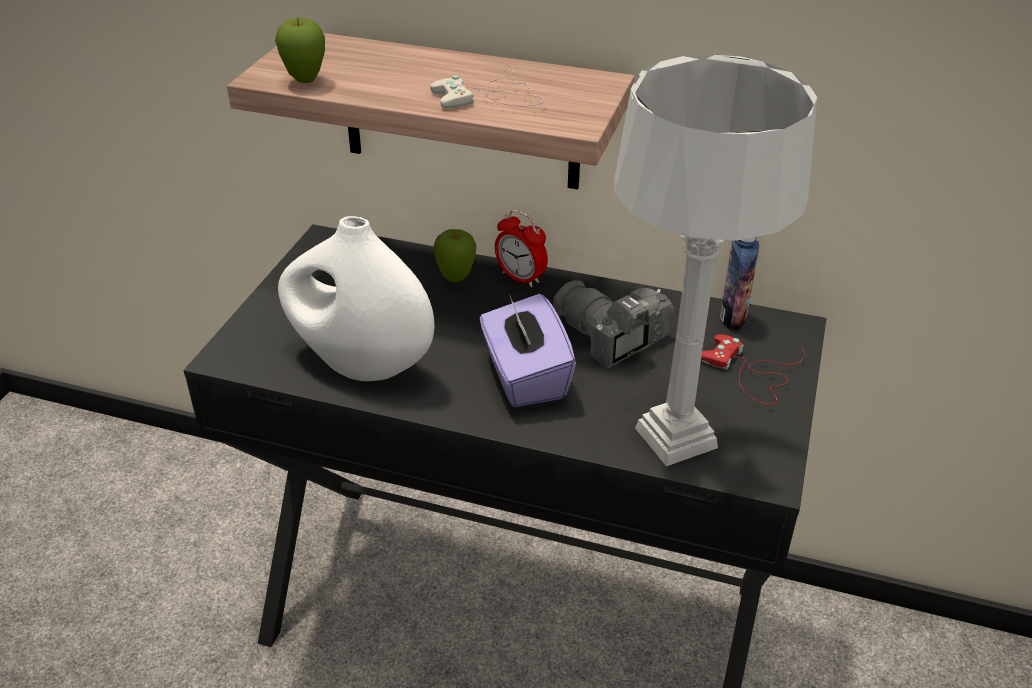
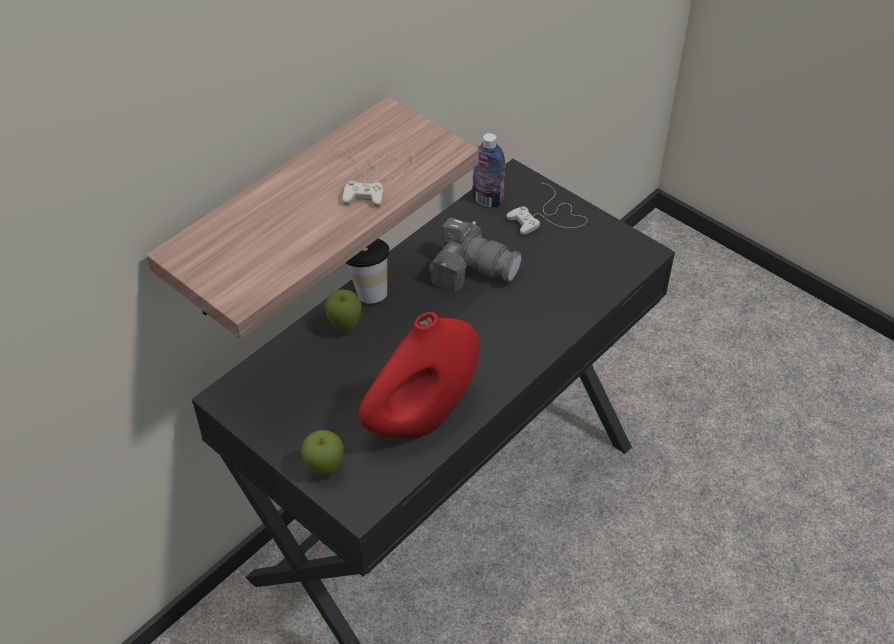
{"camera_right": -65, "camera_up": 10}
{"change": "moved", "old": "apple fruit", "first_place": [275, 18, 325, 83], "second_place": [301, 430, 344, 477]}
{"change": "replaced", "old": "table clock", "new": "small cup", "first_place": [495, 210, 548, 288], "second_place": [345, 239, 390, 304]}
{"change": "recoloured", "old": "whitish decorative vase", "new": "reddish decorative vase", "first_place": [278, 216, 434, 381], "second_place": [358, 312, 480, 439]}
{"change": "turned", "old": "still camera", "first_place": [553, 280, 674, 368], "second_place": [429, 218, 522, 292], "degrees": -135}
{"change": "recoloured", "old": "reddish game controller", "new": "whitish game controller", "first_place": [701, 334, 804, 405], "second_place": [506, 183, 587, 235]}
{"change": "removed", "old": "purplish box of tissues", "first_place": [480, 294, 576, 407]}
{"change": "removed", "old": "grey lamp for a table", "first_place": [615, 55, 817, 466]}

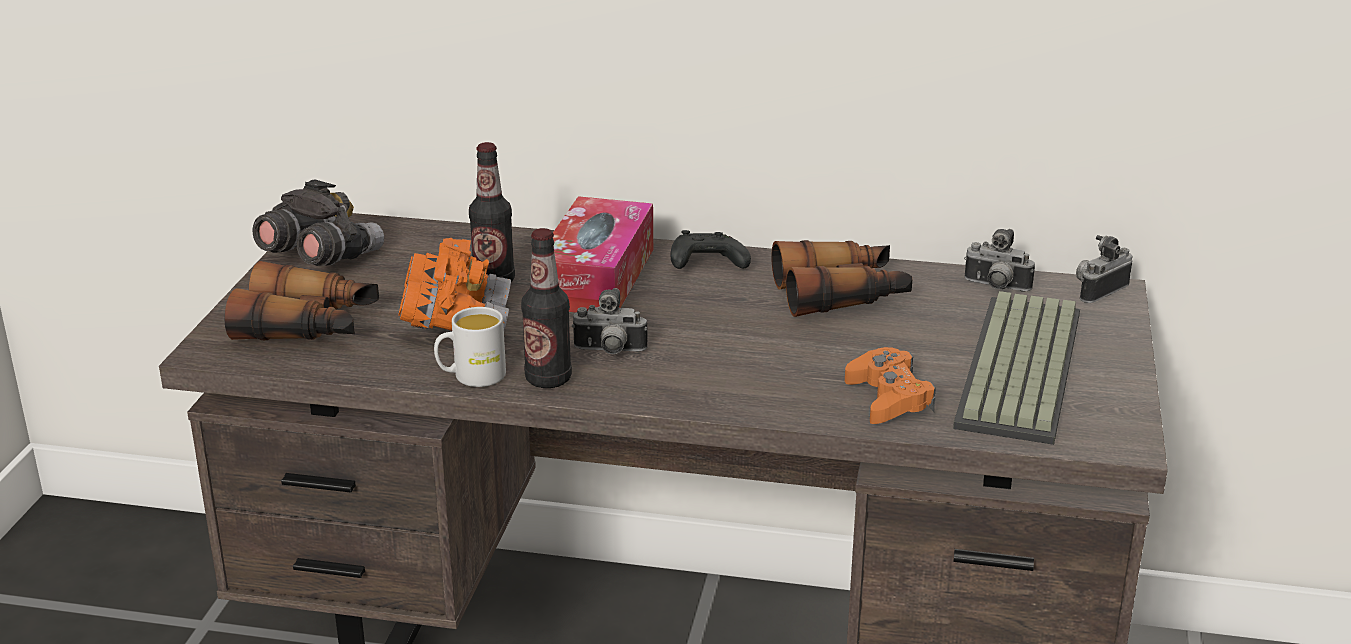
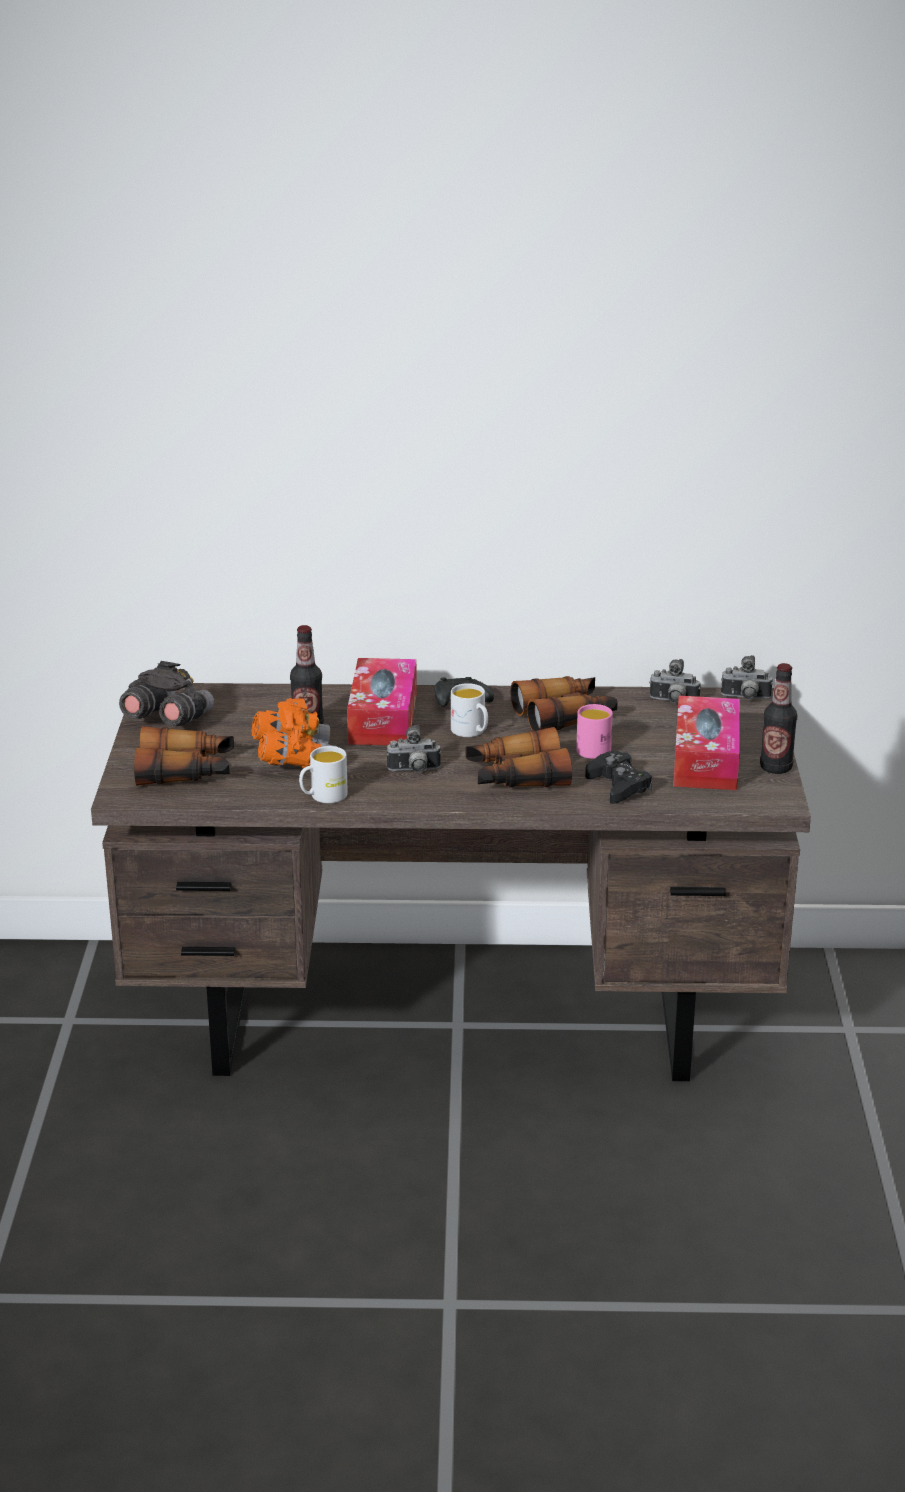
{"camera_right": -10, "camera_up": 0}
{"change": "added", "new": "whitish tea mug", "second_place": [451, 683, 488, 737]}
{"change": "added", "new": "pair of binoculars", "second_place": [465, 727, 572, 787]}
{"change": "added", "new": "pink tea mug", "second_place": [576, 704, 613, 759]}
{"change": "recoloured", "old": "orange-coloured game controller", "new": "blackish game controller", "first_place": [845, 347, 936, 424], "second_place": [585, 751, 652, 804]}
{"change": "replaced", "old": "computer keyboard", "new": "box of tissues", "first_place": [953, 291, 1080, 445], "second_place": [673, 696, 740, 790]}
{"change": "turned", "old": "still camera", "first_place": [1076, 235, 1133, 303], "second_place": [721, 655, 772, 700], "degrees": -120}
{"change": "moved", "old": "drink bottle", "first_place": [521, 228, 572, 388], "second_place": [760, 663, 797, 774]}

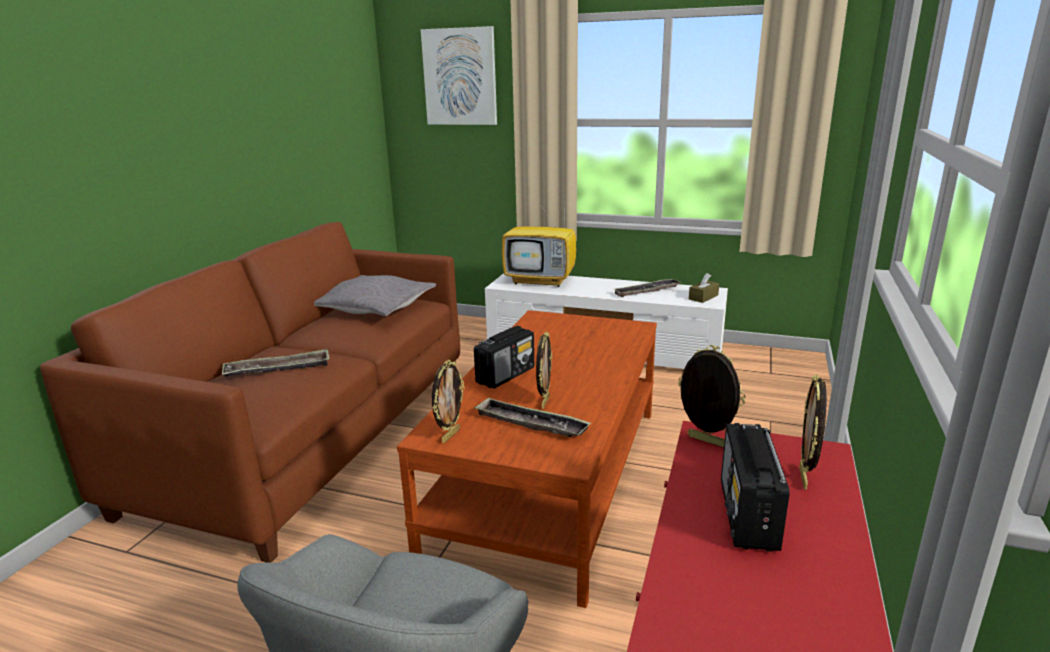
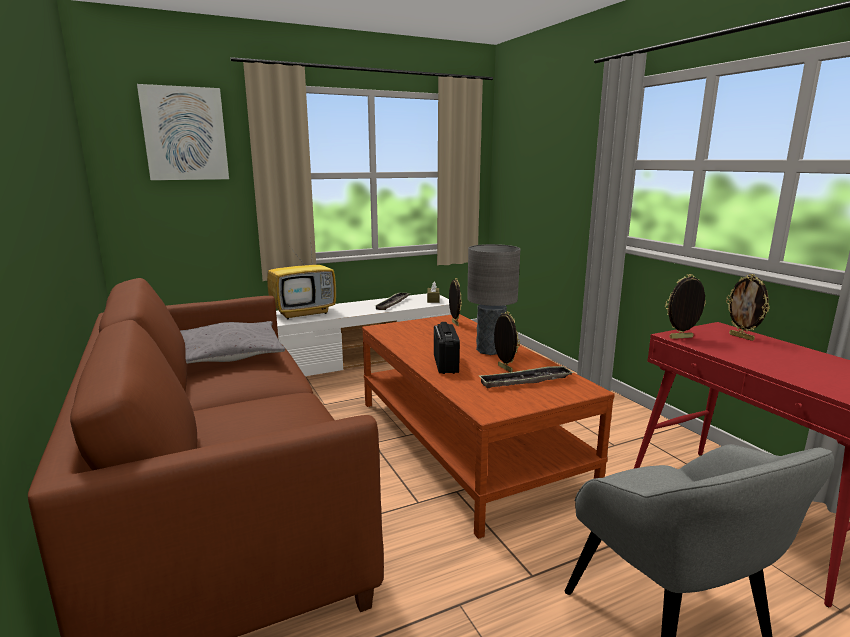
{"camera_right": -45, "camera_up": -5}
{"change": "moved", "old": "photo frame", "first_place": [432, 360, 465, 443], "second_place": [449, 278, 462, 326]}
{"change": "added", "new": "grey lamp for a table", "second_place": [467, 244, 520, 355]}
{"change": "removed", "old": "carrying tray", "first_place": [222, 349, 330, 377]}
{"change": "removed", "old": "radio", "first_place": [721, 423, 790, 552]}

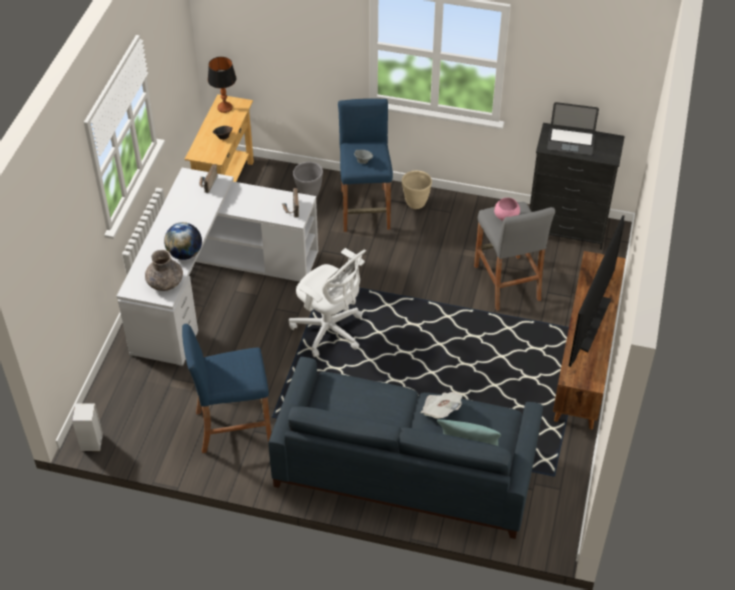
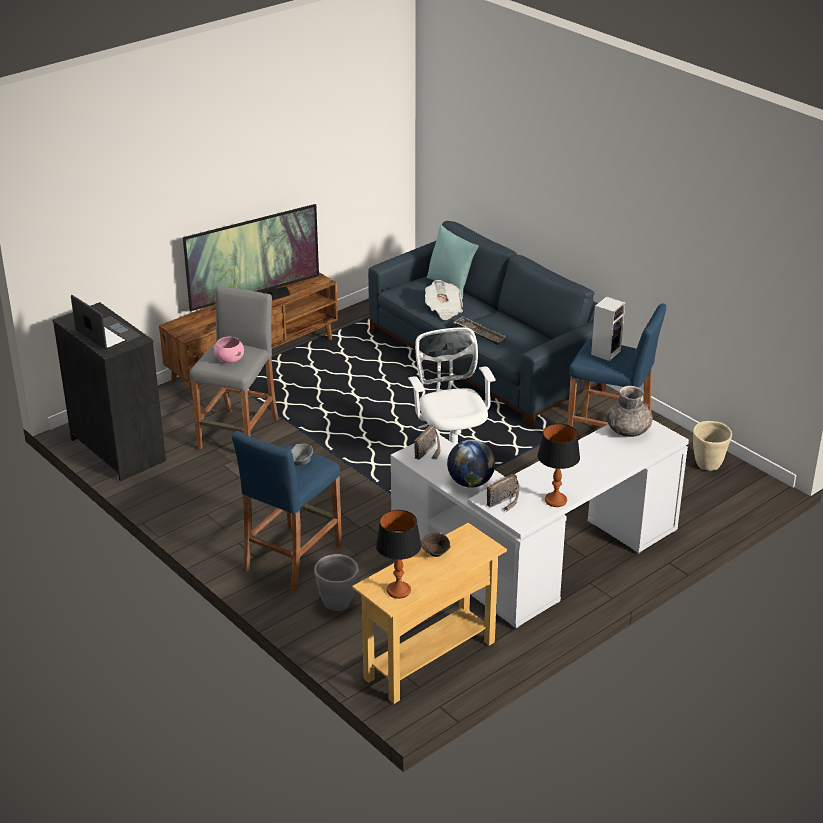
{"camera_right": -145, "camera_up": -15}
{"change": "moved", "old": "globe", "first_place": [164, 222, 202, 260], "second_place": [447, 439, 495, 488]}
{"change": "added", "new": "carrying tray", "second_place": [454, 317, 507, 345]}
{"change": "added", "new": "lamp for a table", "second_place": [537, 424, 580, 507]}
{"change": "moved", "old": "audio speaker", "first_place": [72, 403, 103, 451], "second_place": [591, 296, 625, 361]}
{"change": "moved", "old": "beige flower pot", "first_place": [401, 171, 432, 209], "second_place": [693, 421, 732, 471]}

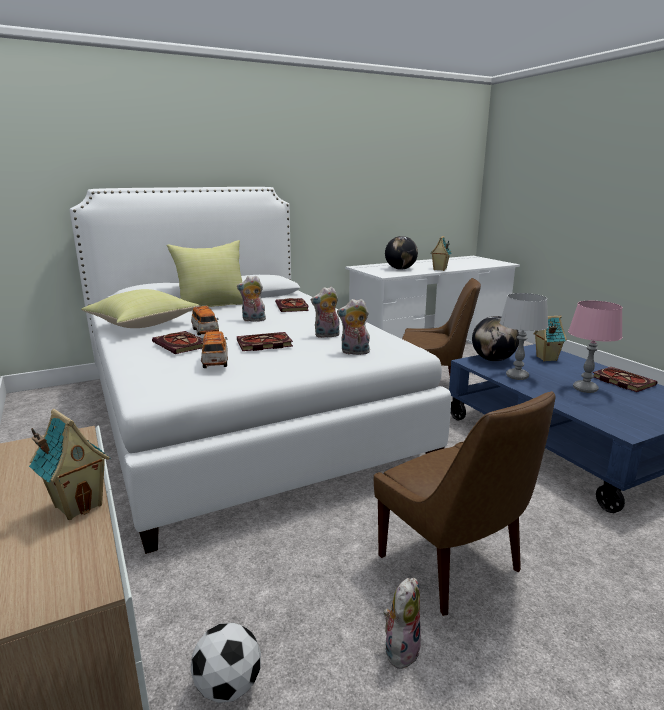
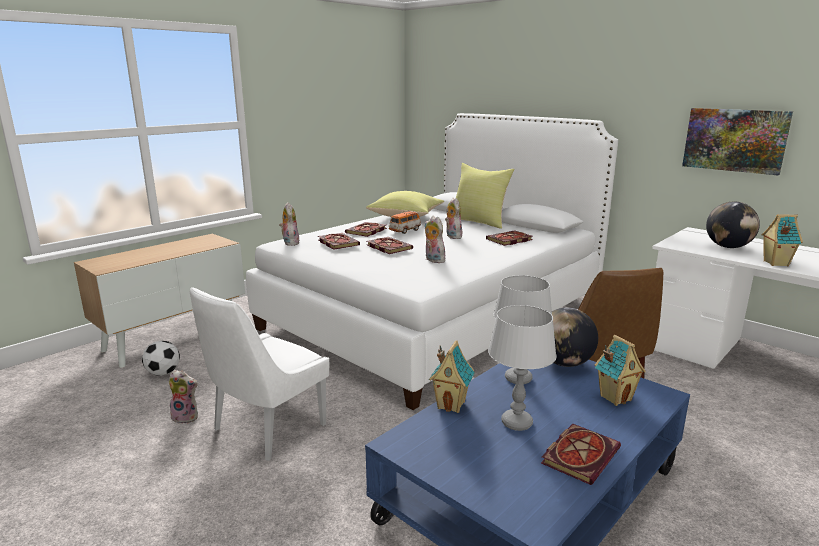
{"camera_right": 70, "camera_up": 0}
{"change": "recoloured", "old": "brown upright chair", "new": "whitish upright chair", "first_place": [374, 391, 556, 616], "second_place": [190, 287, 329, 461]}
{"change": "moved", "old": "cuddly toy", "first_place": [337, 299, 370, 355], "second_place": [279, 202, 299, 246]}
{"change": "replaced", "old": "toy car", "new": "volume", "first_place": [201, 331, 228, 368], "second_place": [318, 233, 360, 250]}
{"change": "moved", "old": "miniature house", "first_place": [29, 409, 110, 520], "second_place": [429, 340, 475, 413]}
{"change": "recoloured", "old": "pink lamp for a table", "new": "grey lamp for a table", "first_place": [568, 301, 622, 393], "second_place": [488, 305, 557, 431]}
{"change": "added", "new": "wall art", "second_place": [682, 108, 793, 175]}

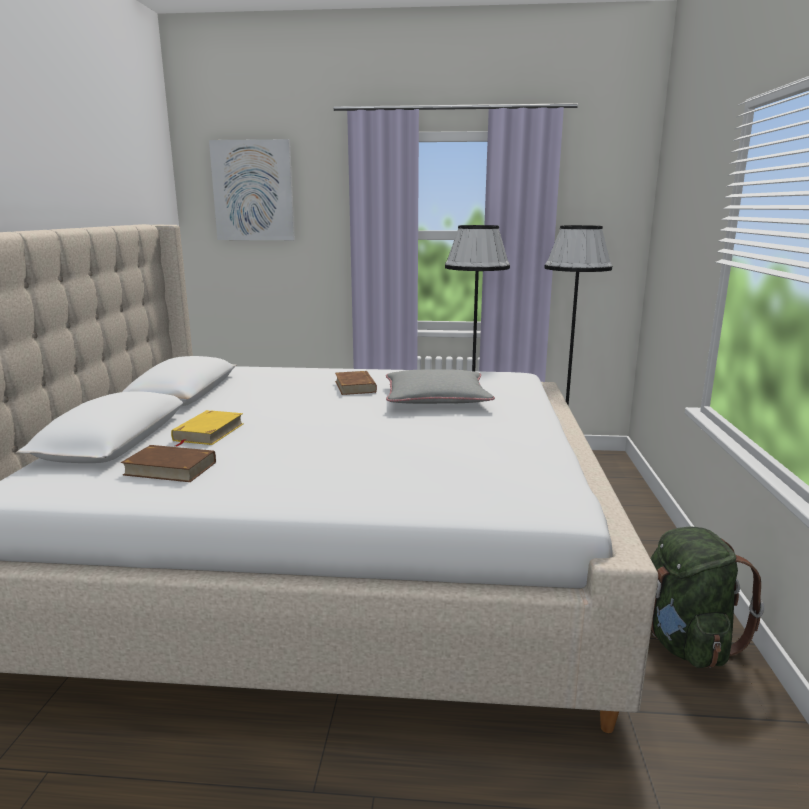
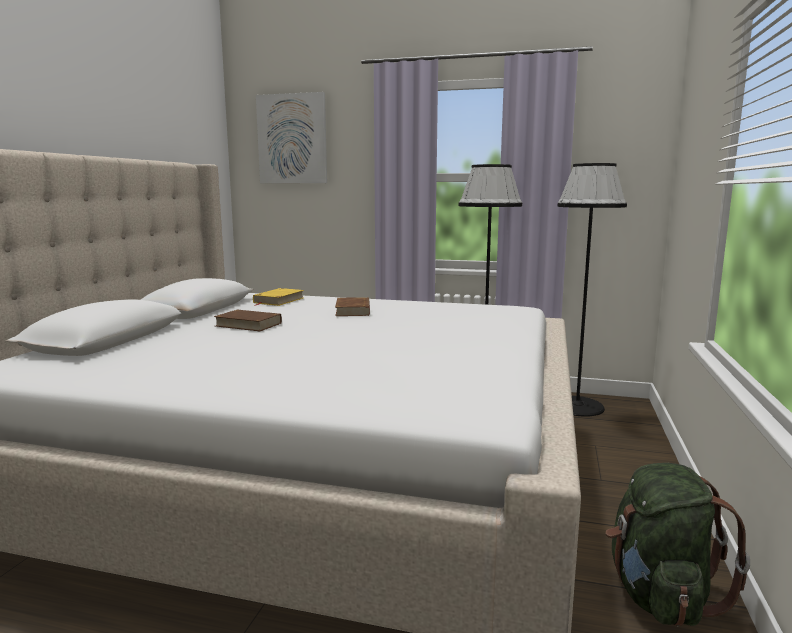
{"camera_right": 10, "camera_up": -5}
{"change": "moved", "old": "brown volume", "first_place": [121, 445, 216, 482], "second_place": [214, 310, 282, 331]}
{"change": "moved", "old": "yellow volume", "first_place": [171, 410, 244, 447], "second_place": [253, 288, 304, 306]}
{"change": "removed", "old": "grey throw pillow", "first_place": [386, 369, 495, 404]}

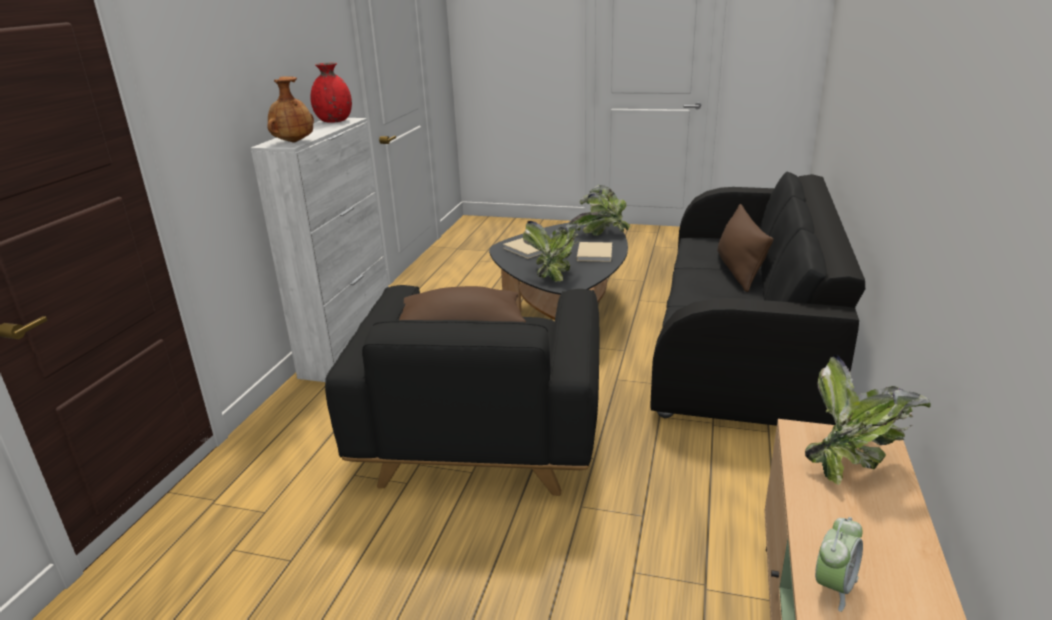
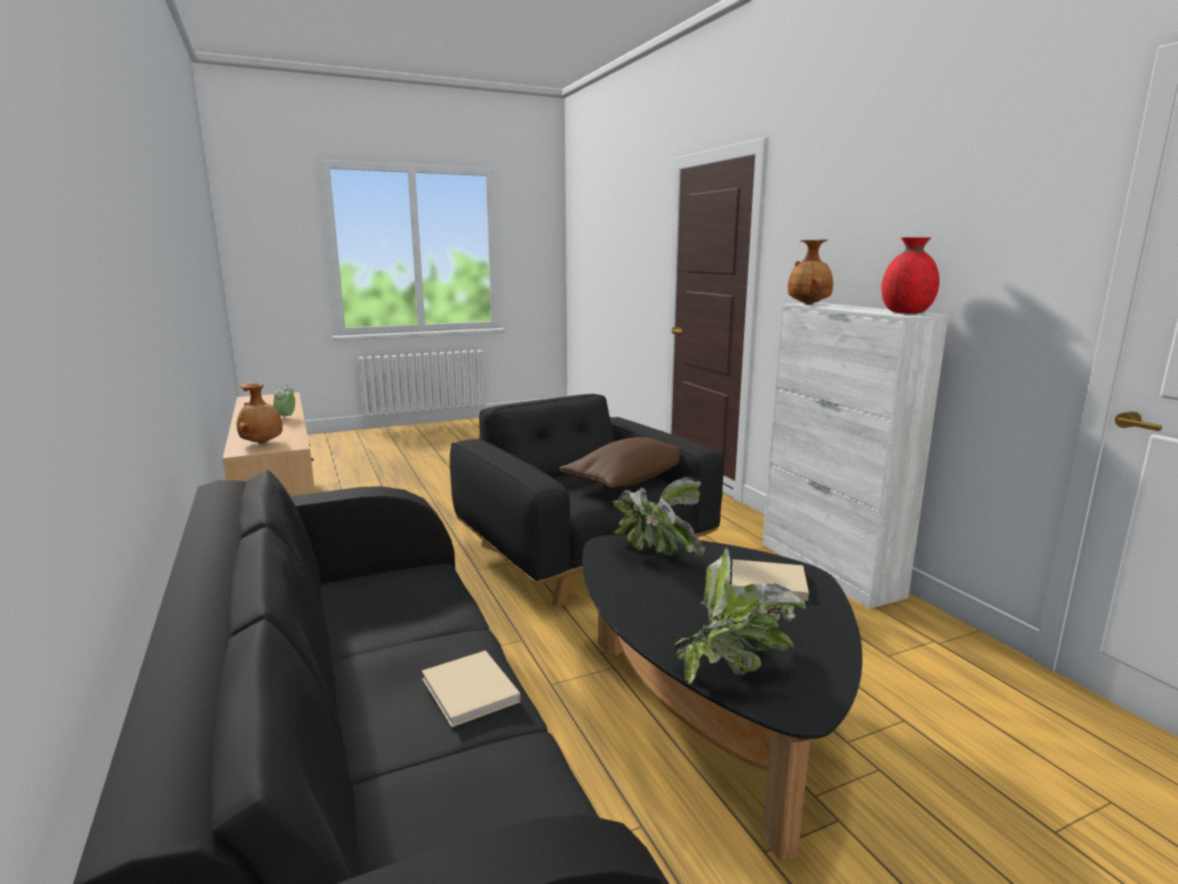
{"camera_right": 140, "camera_up": -10}
{"change": "replaced", "old": "plant in a pot", "new": "brown decorative vase", "first_place": [805, 354, 931, 485], "second_place": [237, 383, 283, 444]}
{"change": "moved", "old": "beige volume", "first_place": [577, 242, 612, 262], "second_place": [422, 650, 520, 728]}
{"change": "removed", "old": "brown throw pillow", "first_place": [717, 204, 774, 292]}

